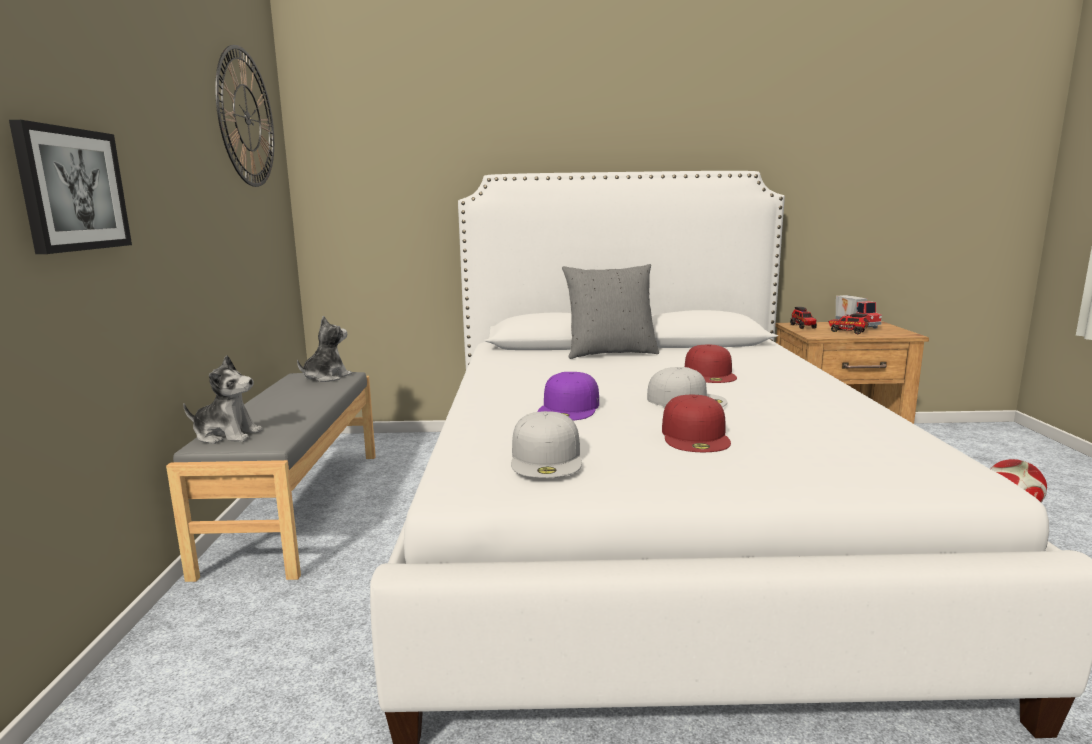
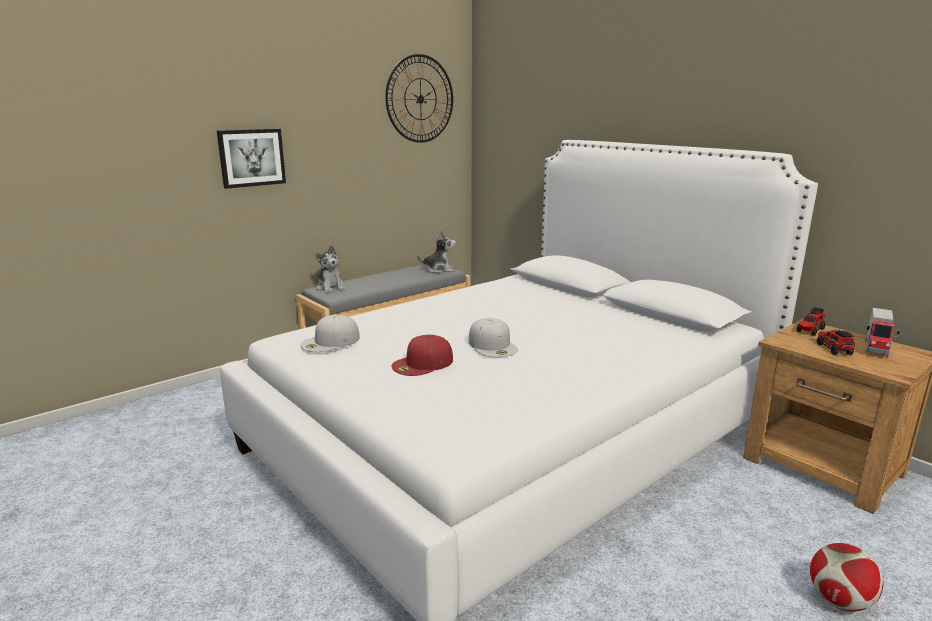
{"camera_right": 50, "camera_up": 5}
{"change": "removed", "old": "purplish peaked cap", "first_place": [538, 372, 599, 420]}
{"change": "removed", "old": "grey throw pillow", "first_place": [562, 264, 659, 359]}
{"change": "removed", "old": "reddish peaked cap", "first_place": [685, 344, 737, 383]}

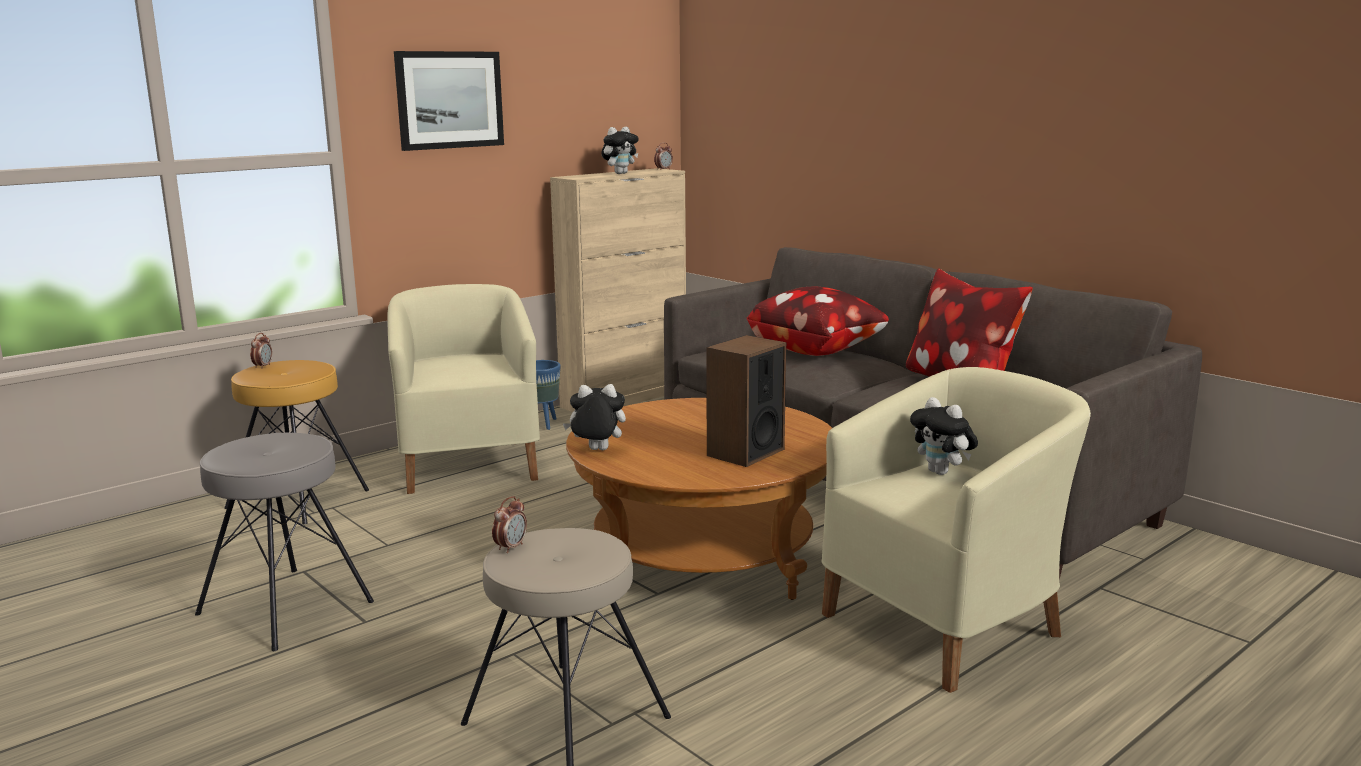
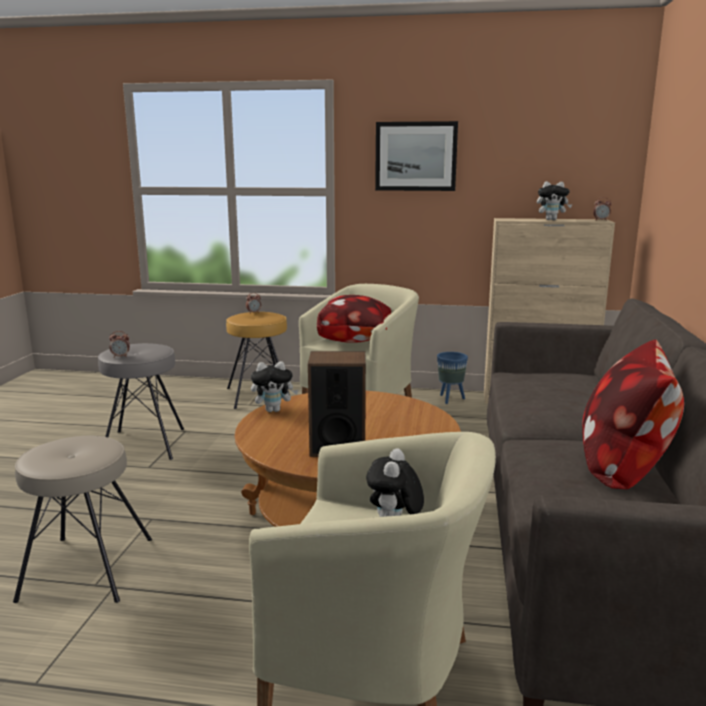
{"camera_right": 50, "camera_up": 0}
{"change": "moved", "old": "table clock", "first_place": [492, 496, 527, 553], "second_place": [109, 331, 130, 358]}
{"change": "turned", "old": "cuddly toy", "first_place": [563, 384, 626, 450], "second_place": [251, 361, 299, 412], "degrees": 120}
{"change": "moved", "old": "throw pillow", "first_place": [747, 287, 889, 356], "second_place": [317, 295, 391, 343]}

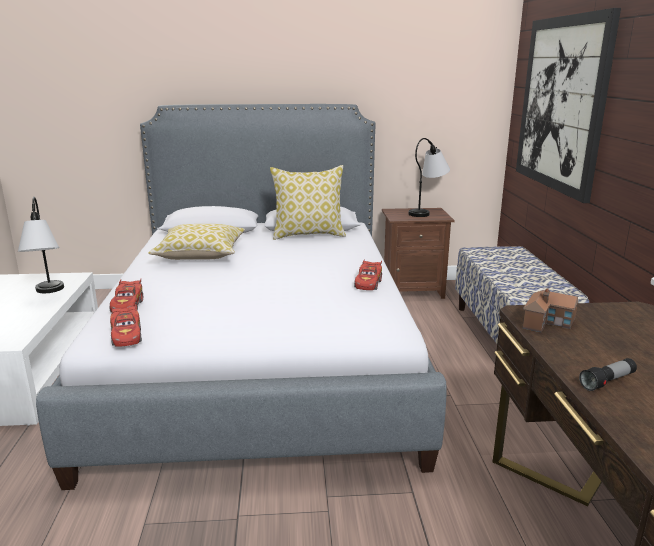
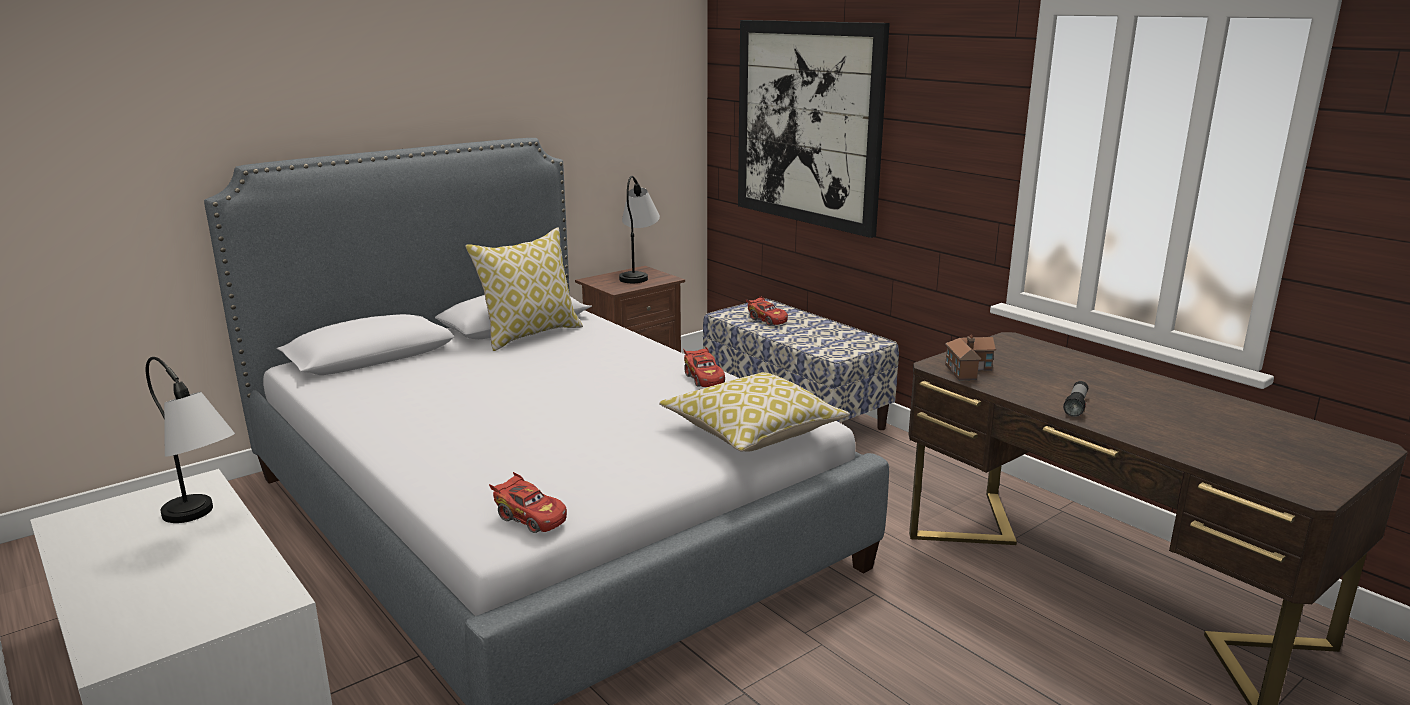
{"camera_right": -35, "camera_up": 0}
{"change": "moved", "old": "throw pillow", "first_place": [148, 224, 245, 260], "second_place": [659, 372, 850, 452]}
{"change": "moved", "old": "reddish toy car", "first_place": [110, 279, 143, 313], "second_place": [746, 296, 788, 325]}

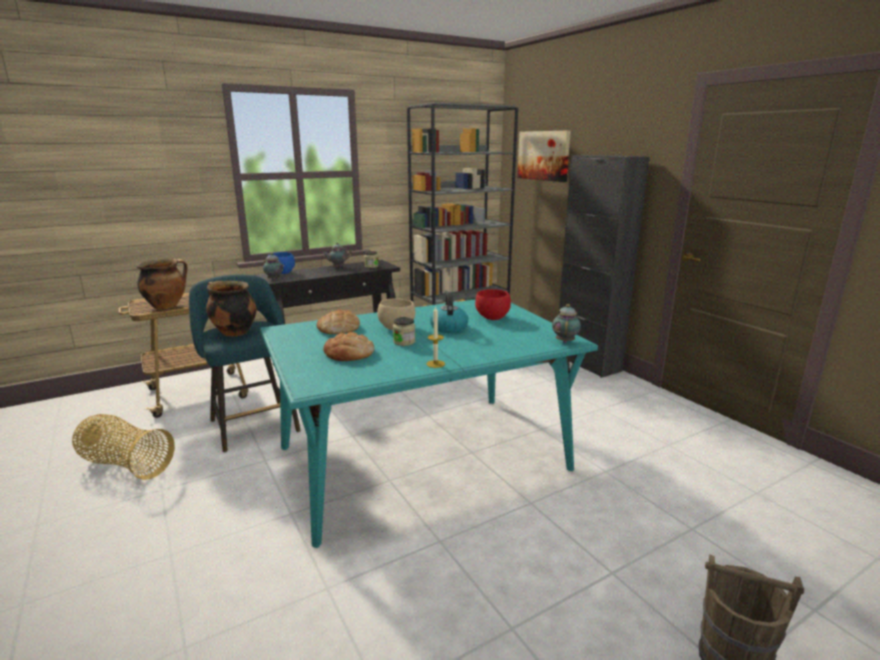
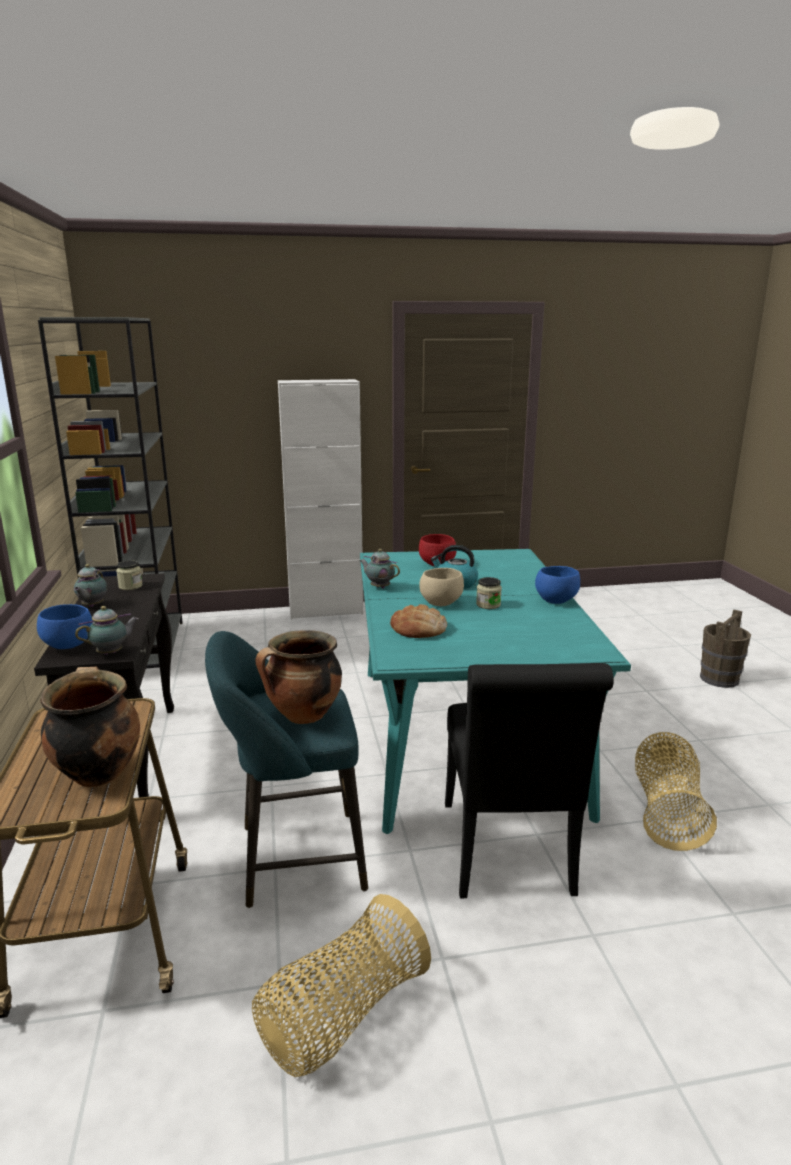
{"camera_right": -70, "camera_up": 0}
{"change": "recoloured", "old": "blackish cupboard", "new": "whitish cupboard", "first_place": [559, 155, 649, 378], "second_place": [278, 379, 363, 619]}
{"change": "moved", "old": "teapot", "first_place": [552, 304, 581, 343], "second_place": [360, 549, 400, 589]}
{"change": "added", "new": "blackish upright chair", "second_place": [445, 663, 614, 898]}
{"change": "replaced", "old": "wax candle", "new": "blue-coloured bowl", "first_place": [427, 306, 445, 368], "second_place": [535, 566, 580, 604]}
{"change": "added", "new": "basket", "second_place": [635, 732, 717, 851]}
{"change": "removed", "old": "bakery bread", "first_place": [323, 332, 374, 361]}
{"change": "removed", "old": "wall art", "first_place": [517, 130, 571, 182]}

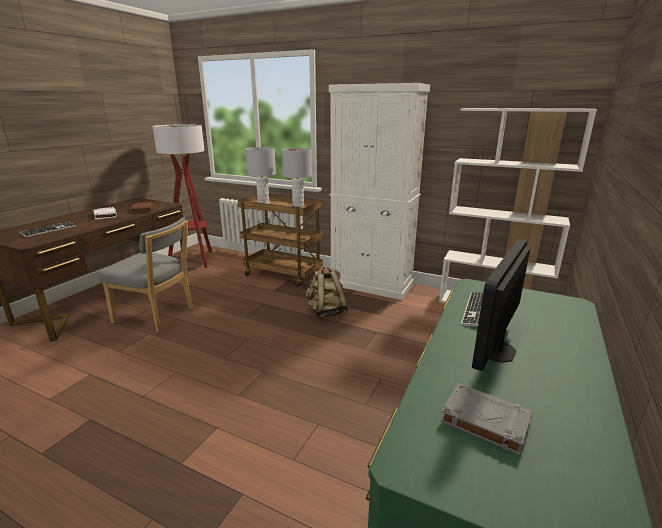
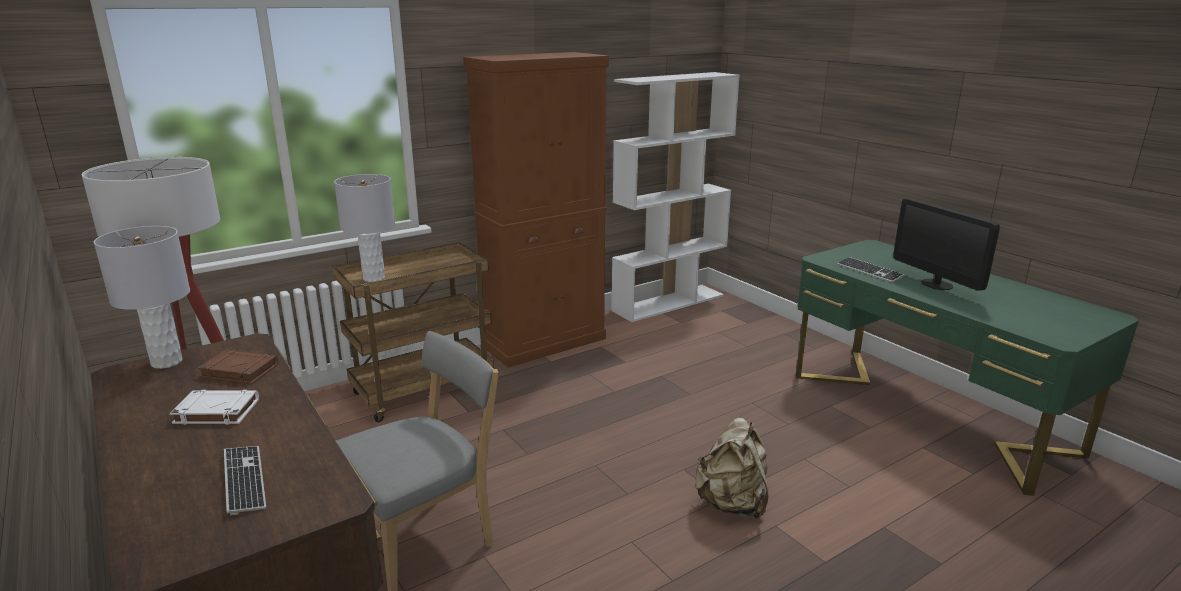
{"camera_right": -60, "camera_up": 0}
{"change": "moved", "old": "grey lamp for a table", "first_place": [282, 148, 312, 207], "second_place": [94, 226, 190, 369]}
{"change": "recoloured", "old": "whitish cupboard", "new": "brown cupboard", "first_place": [329, 83, 430, 300], "second_place": [463, 52, 609, 367]}
{"change": "moved", "old": "beige knapsack", "first_place": [306, 267, 349, 318], "second_place": [695, 418, 768, 520]}
{"change": "removed", "old": "grey volume", "first_place": [440, 383, 533, 455]}

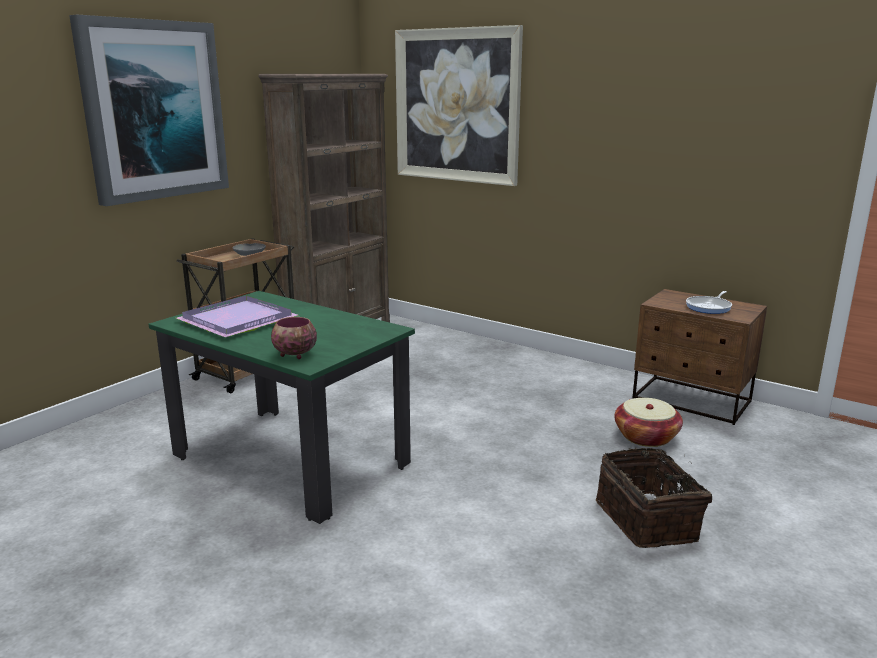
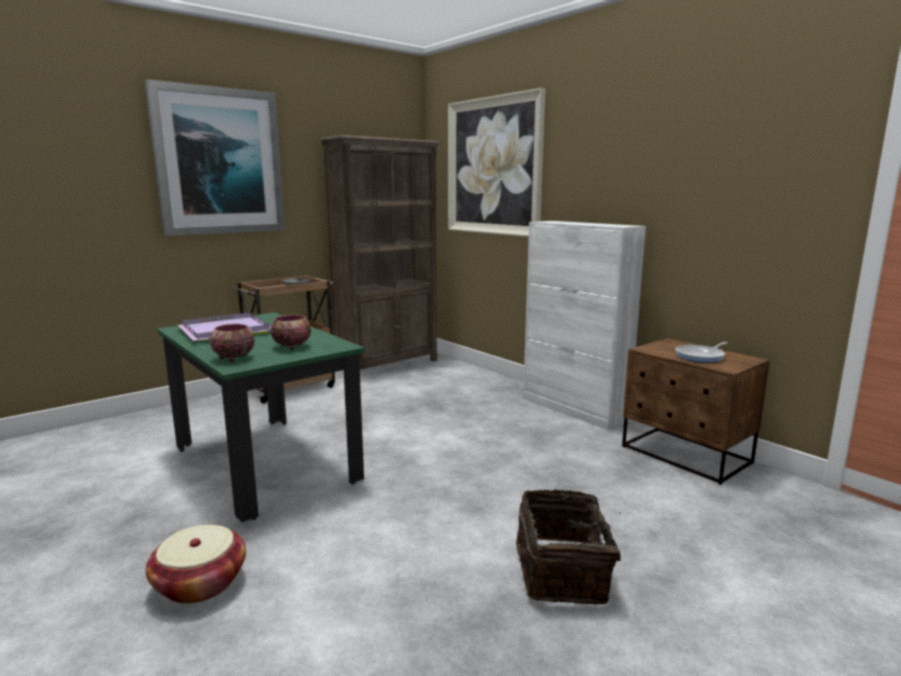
{"camera_right": 15, "camera_up": -5}
{"change": "moved", "old": "basket", "first_place": [614, 398, 683, 447], "second_place": [146, 525, 246, 604]}
{"change": "added", "new": "bowl", "second_place": [271, 315, 311, 350]}
{"change": "added", "new": "whitish cupboard", "second_place": [523, 221, 646, 430]}

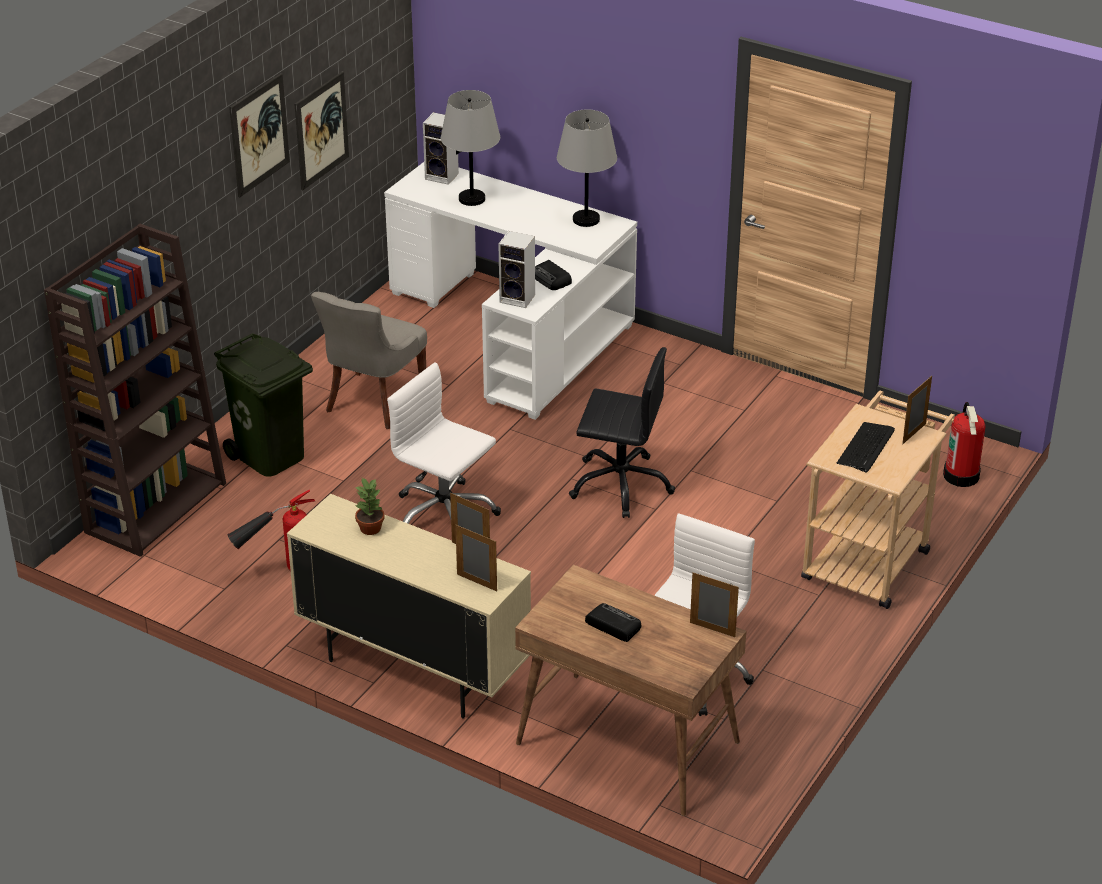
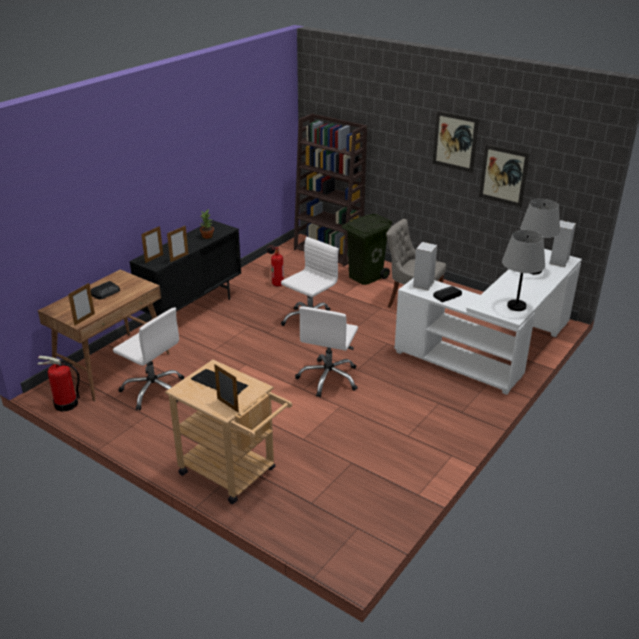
{"camera_right": 95, "camera_up": -5}
{"change": "moved", "old": "fire extinguisher", "first_place": [943, 402, 985, 487], "second_place": [37, 356, 80, 412]}
{"change": "recoloured", "old": "beige cupboard", "new": "blackish cupboard", "first_place": [287, 494, 531, 719], "second_place": [129, 220, 241, 316]}
{"change": "recoloured", "old": "blackish computer chair", "new": "whitish computer chair", "first_place": [569, 347, 675, 518], "second_place": [295, 306, 358, 397]}

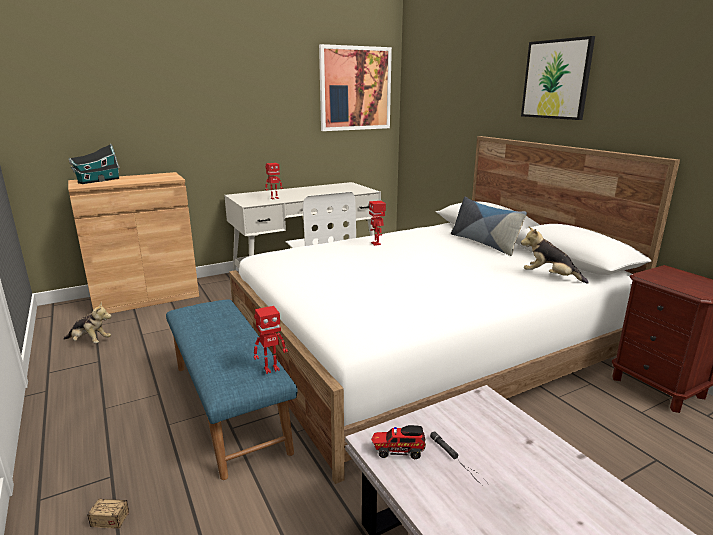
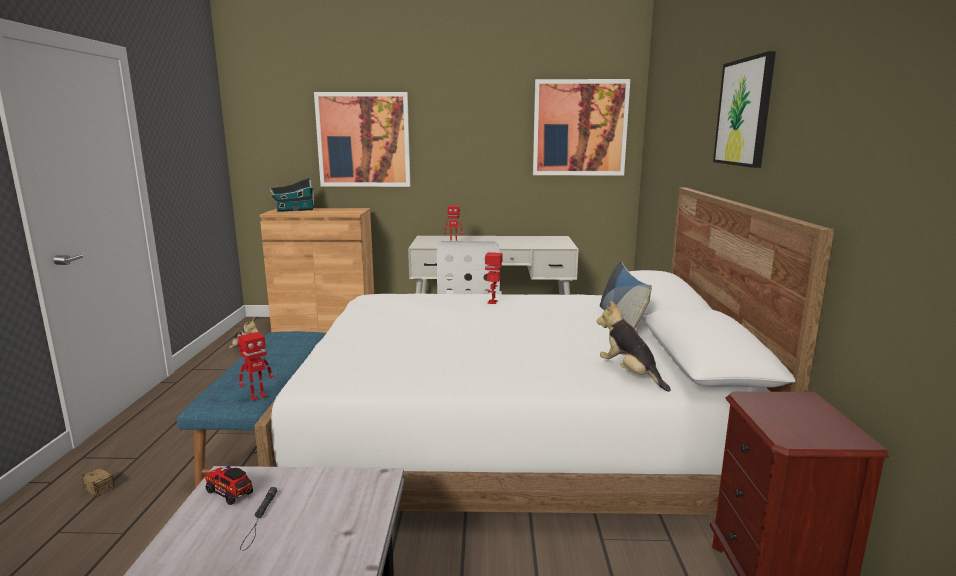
{"camera_right": 30, "camera_up": -5}
{"change": "turned", "old": "model robot", "first_place": [254, 306, 288, 374], "second_place": [238, 332, 274, 401], "degrees": -45}
{"change": "added", "new": "wall art", "second_place": [314, 92, 410, 187]}

